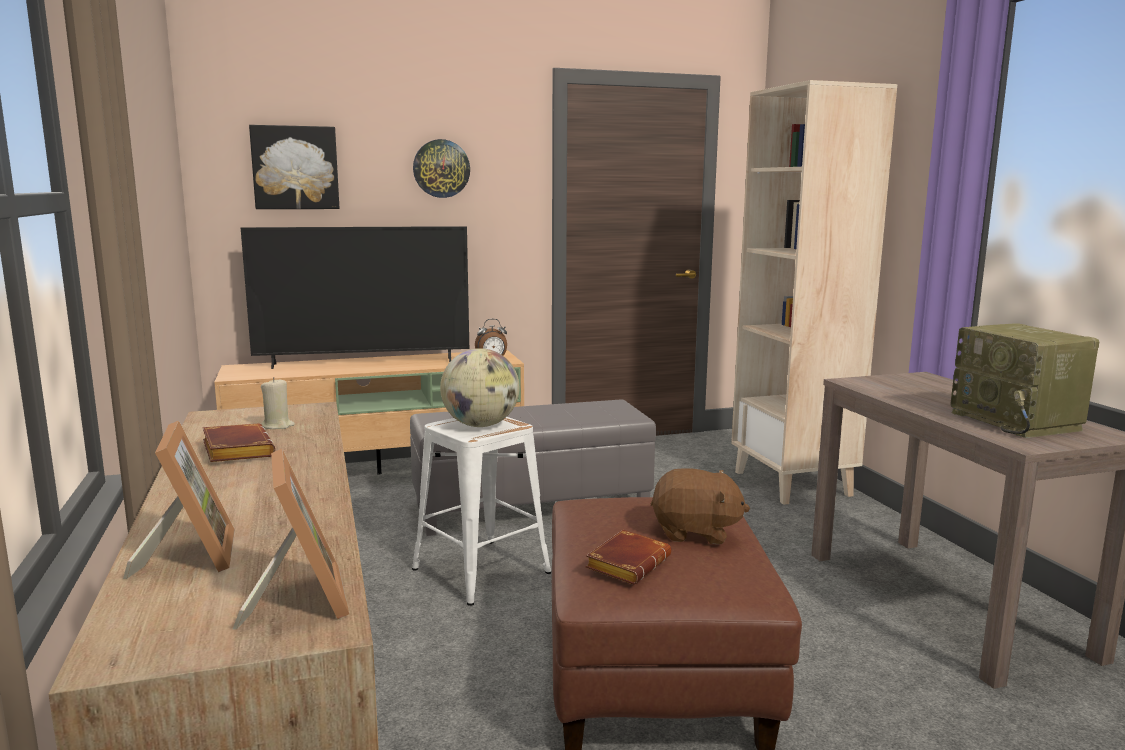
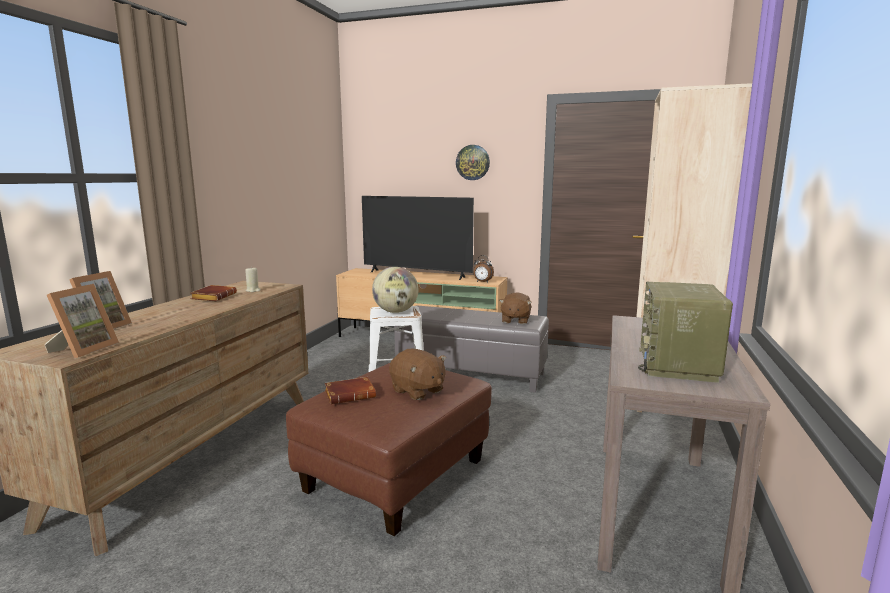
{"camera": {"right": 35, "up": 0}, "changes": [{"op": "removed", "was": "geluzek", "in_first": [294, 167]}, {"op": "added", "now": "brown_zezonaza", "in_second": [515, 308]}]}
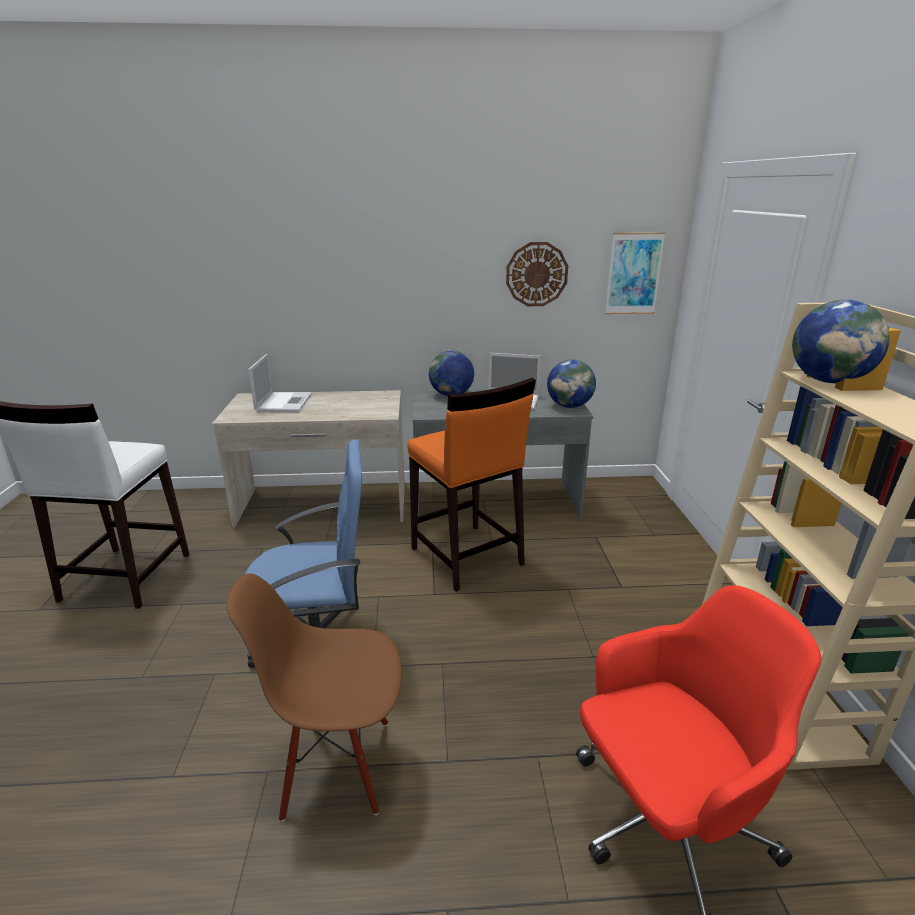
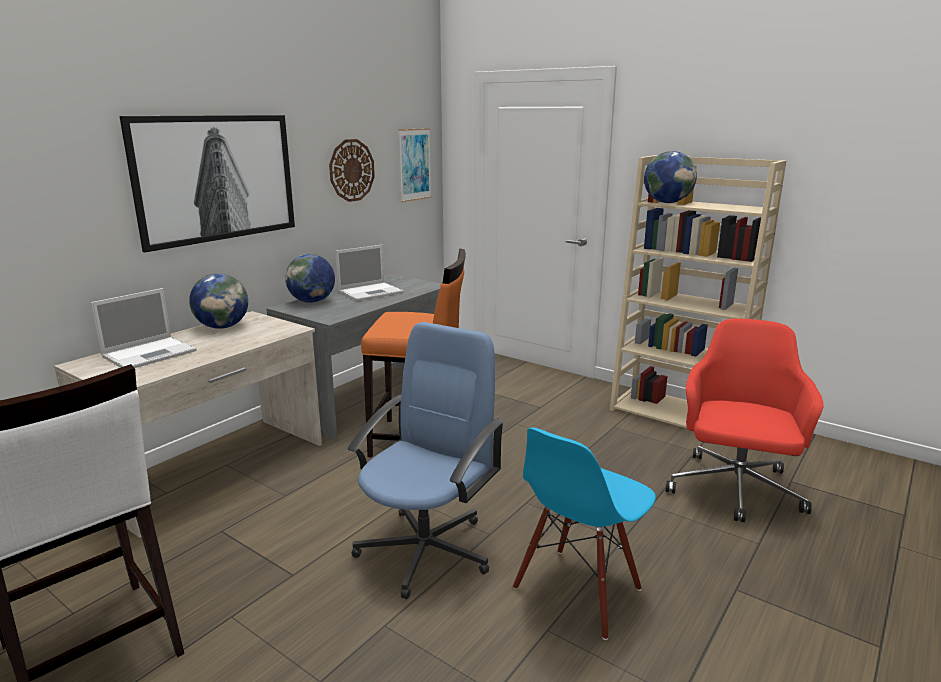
{"camera": {"right": -50, "up": -5}, "changes": [{"op": "added", "now": "geluzek", "in_second": [207, 183]}, {"op": "moved", "was": "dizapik", "in_first": [571, 384], "in_second": [218, 301]}, {"op": "recoloured", "was": "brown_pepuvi", "now": "blue_pepuvi", "in_first": [314, 697], "in_second": [584, 534]}, {"op": "turned", "was": "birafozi", "in_first": [280, 383], "in_second": [143, 328], "clockwise": 90}]}
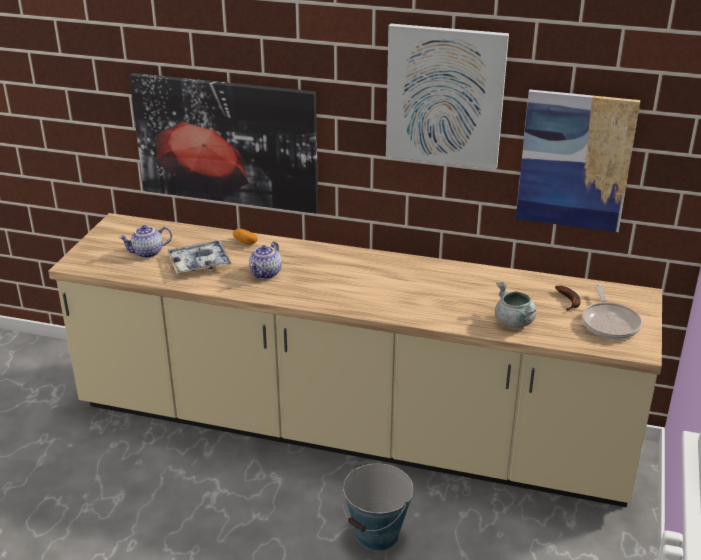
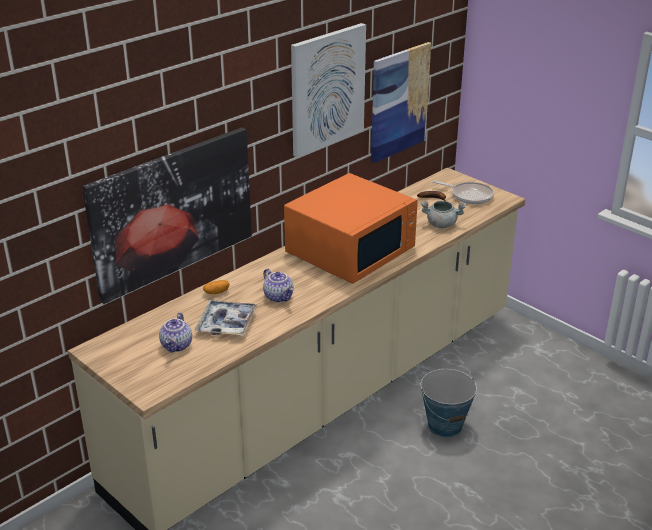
{"camera": {"right": -60, "up": 0}, "changes": [{"op": "added", "now": "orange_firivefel", "in_second": [351, 228]}]}
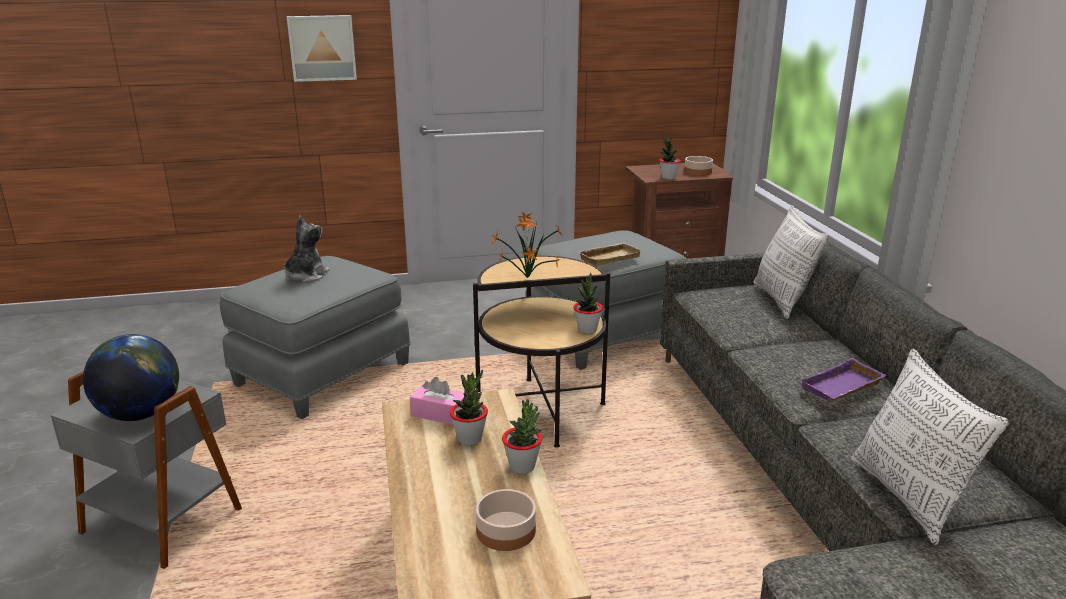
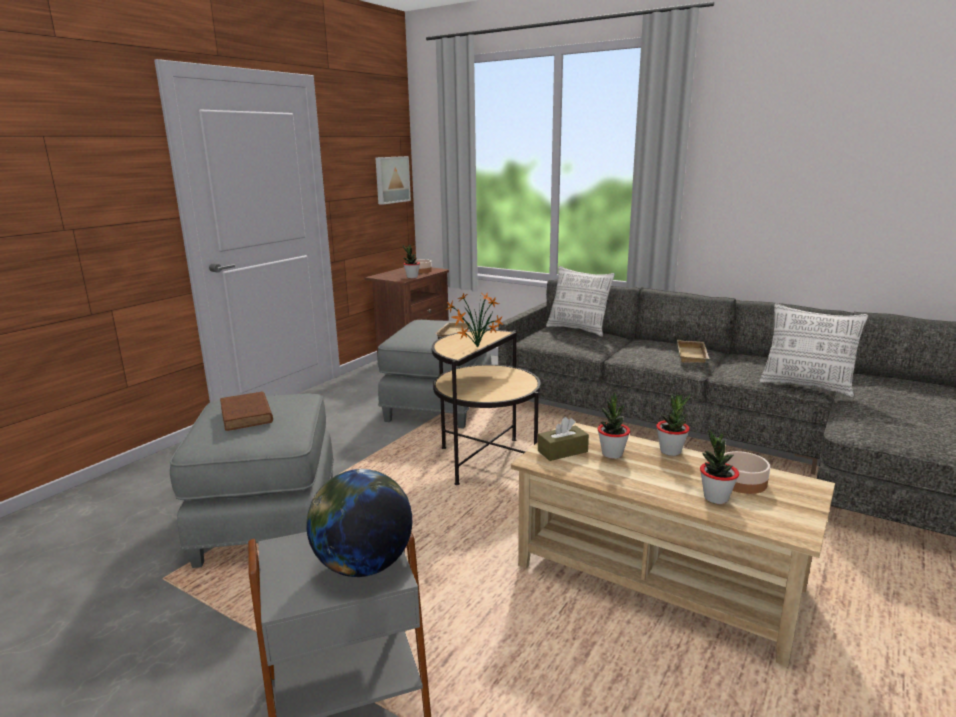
{"camera": {"right": -45, "up": -5}, "changes": [{"op": "moved", "was": "geluzek", "in_first": [322, 48], "in_second": [393, 180]}, {"op": "moved", "was": "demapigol", "in_first": [588, 303], "in_second": [719, 466]}, {"op": "replaced", "was": "zezonaza", "now": "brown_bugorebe", "in_first": [307, 249], "in_second": [246, 411]}, {"op": "recoloured", "was": "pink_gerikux", "now": "brown_gerikux", "in_first": [437, 401], "in_second": [563, 439]}, {"op": "recoloured", "was": "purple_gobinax", "now": "beige_gobinax", "in_first": [842, 380], "in_second": [693, 351]}]}
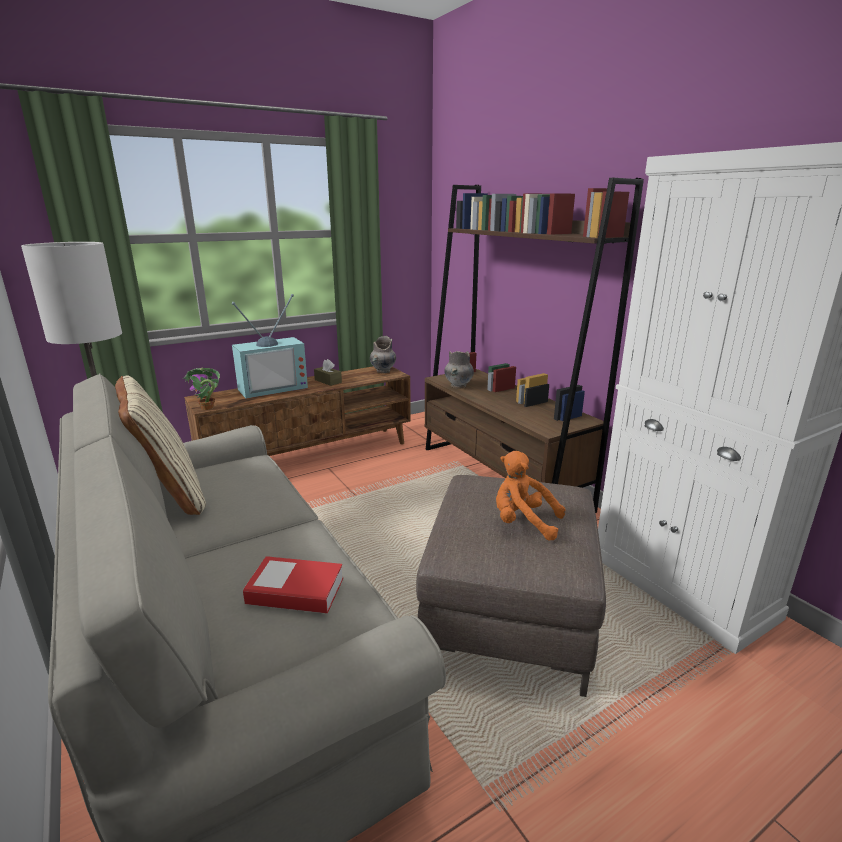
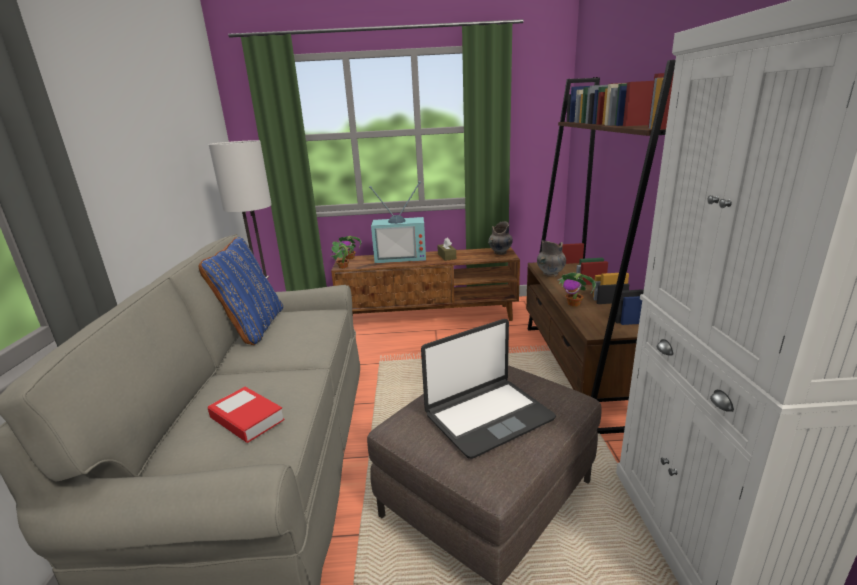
{"camera": {"right": 30, "up": 0}, "changes": [{"op": "added", "now": "demapigol", "in_second": [577, 290]}, {"op": "replaced", "was": "orange_zezonaza", "now": "birafozi", "in_first": [530, 496], "in_second": [488, 389]}, {"op": "recoloured", "was": "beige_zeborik", "now": "blue_zeborik", "in_first": [160, 445], "in_second": [240, 291]}]}
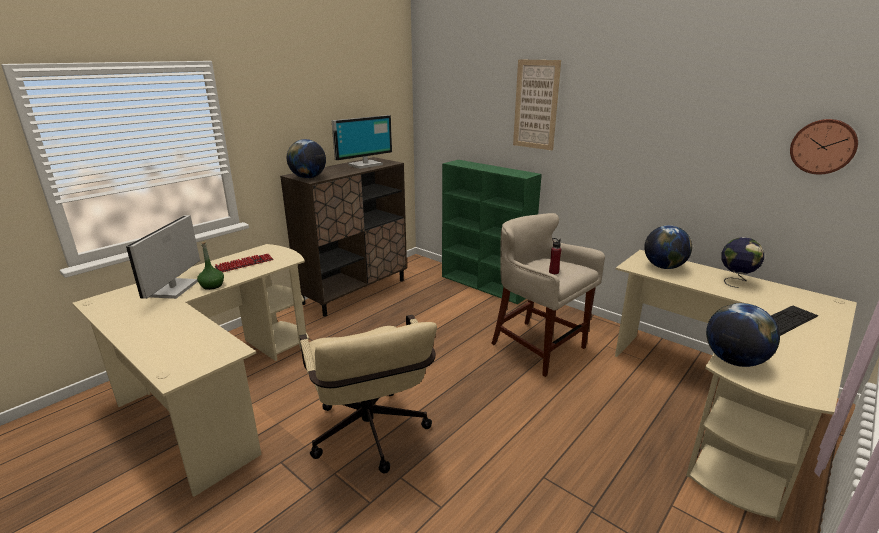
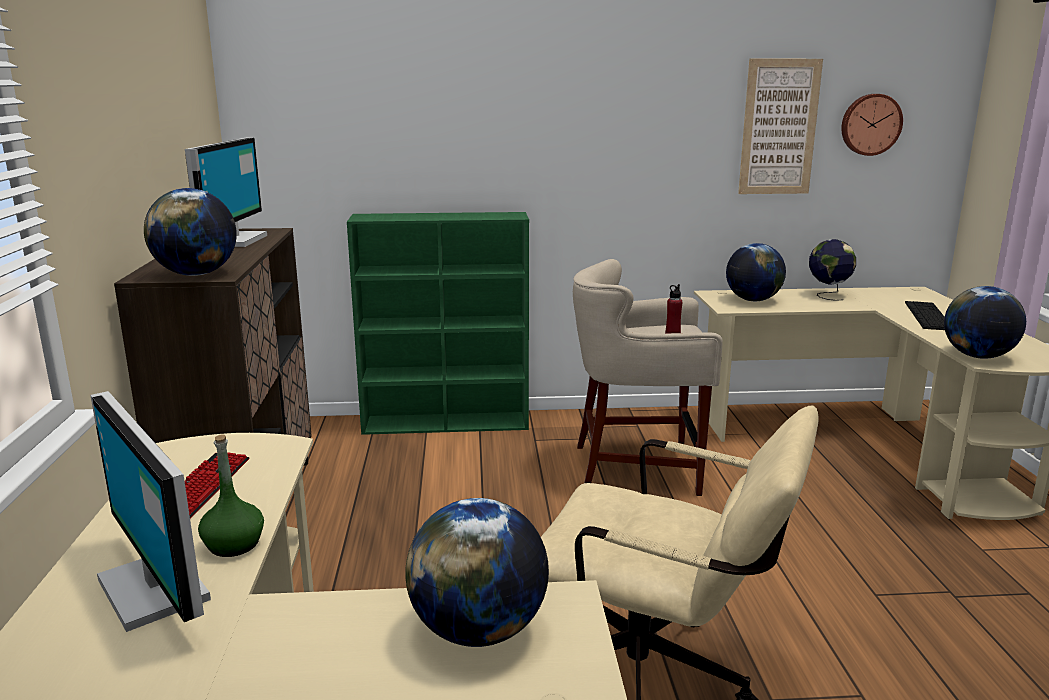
{"camera": {"right": -45, "up": -5}, "changes": [{"op": "added", "now": "dizapik", "in_second": [477, 572]}, {"op": "moved", "was": "geluzek", "in_first": [537, 105], "in_second": [780, 126]}]}
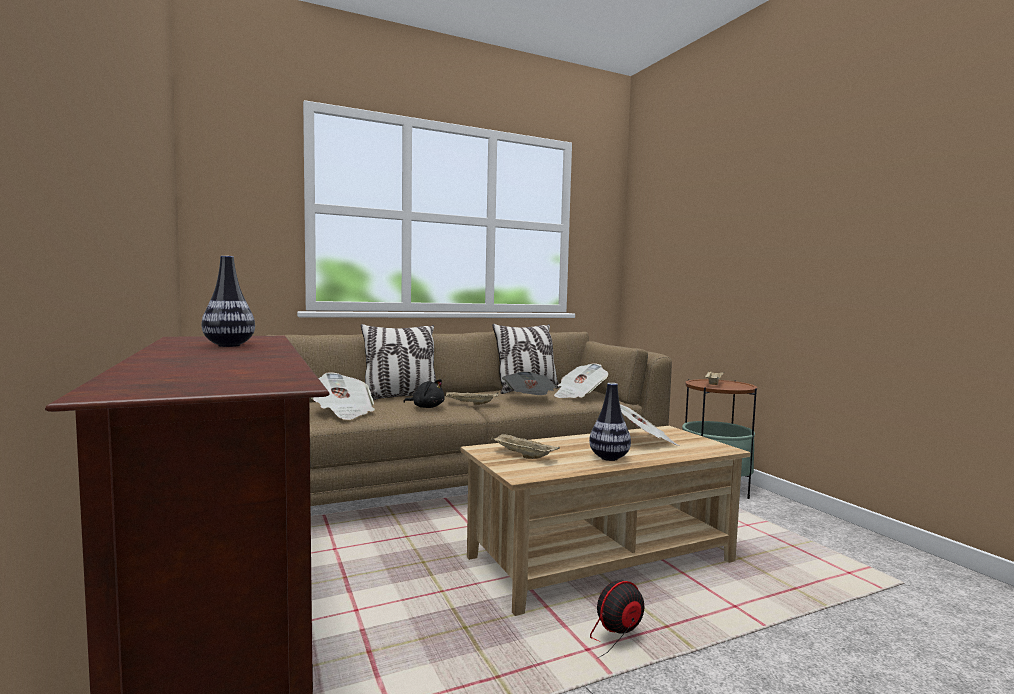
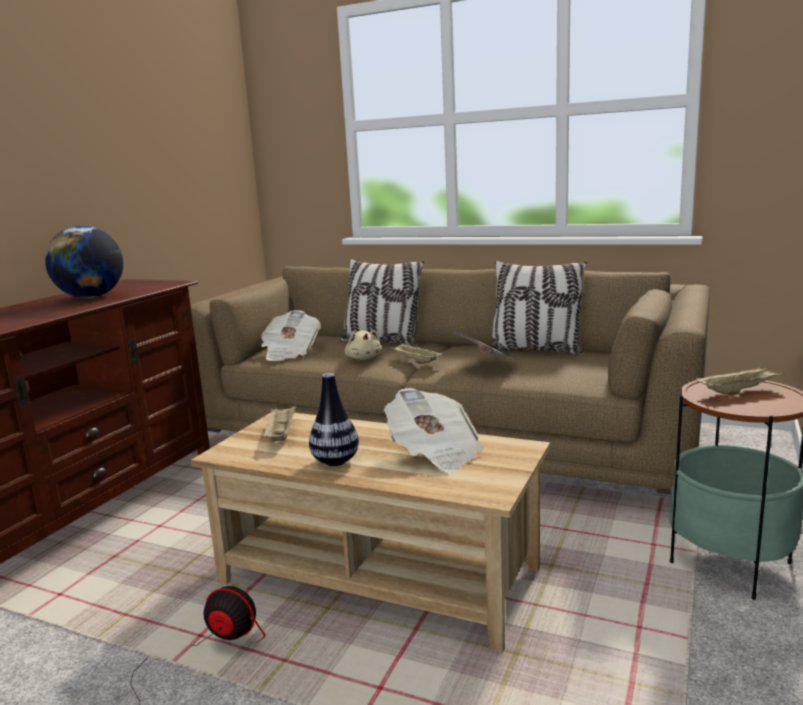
{"camera": {"right": 50, "up": 10}, "changes": [{"op": "removed", "was": "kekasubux", "in_first": [581, 380]}, {"op": "replaced", "was": "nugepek", "now": "dizapik", "in_first": [228, 301], "in_second": [84, 262]}, {"op": "recoloured", "was": "black_zezonaza", "now": "beige_zezonaza", "in_first": [424, 393], "in_second": [363, 345]}]}
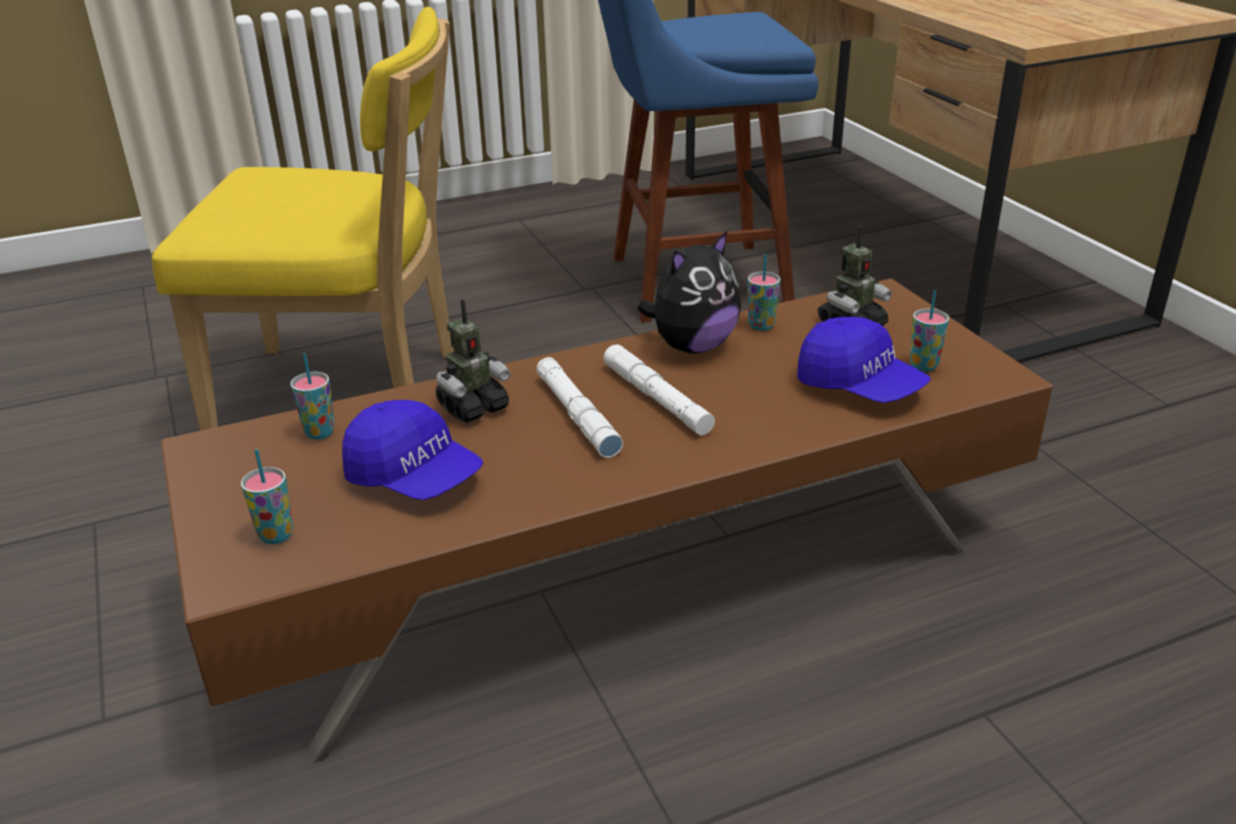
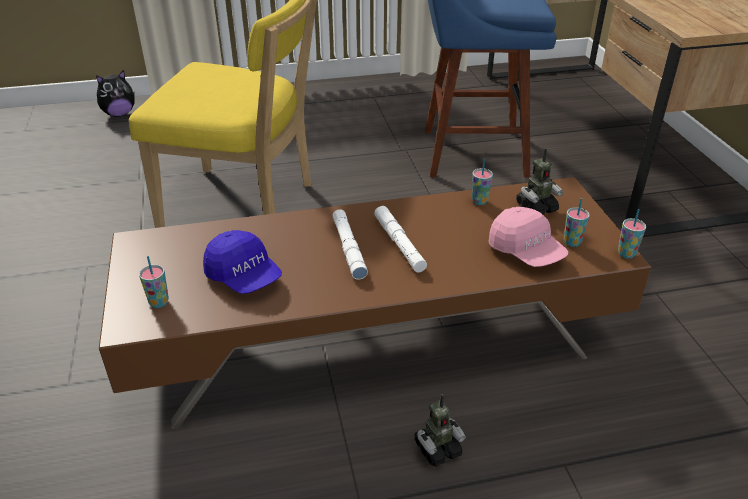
{"camera": {"right": 10, "up": 5}, "changes": [{"op": "moved", "was": "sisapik", "in_first": [312, 396], "in_second": [632, 234]}, {"op": "moved", "was": "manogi", "in_first": [473, 361], "in_second": [440, 430]}, {"op": "moved", "was": "zezonaza", "in_first": [689, 292], "in_second": [115, 93]}, {"op": "recoloured", "was": "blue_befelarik", "now": "pink_befelarik", "in_first": [864, 360], "in_second": [528, 237]}]}
